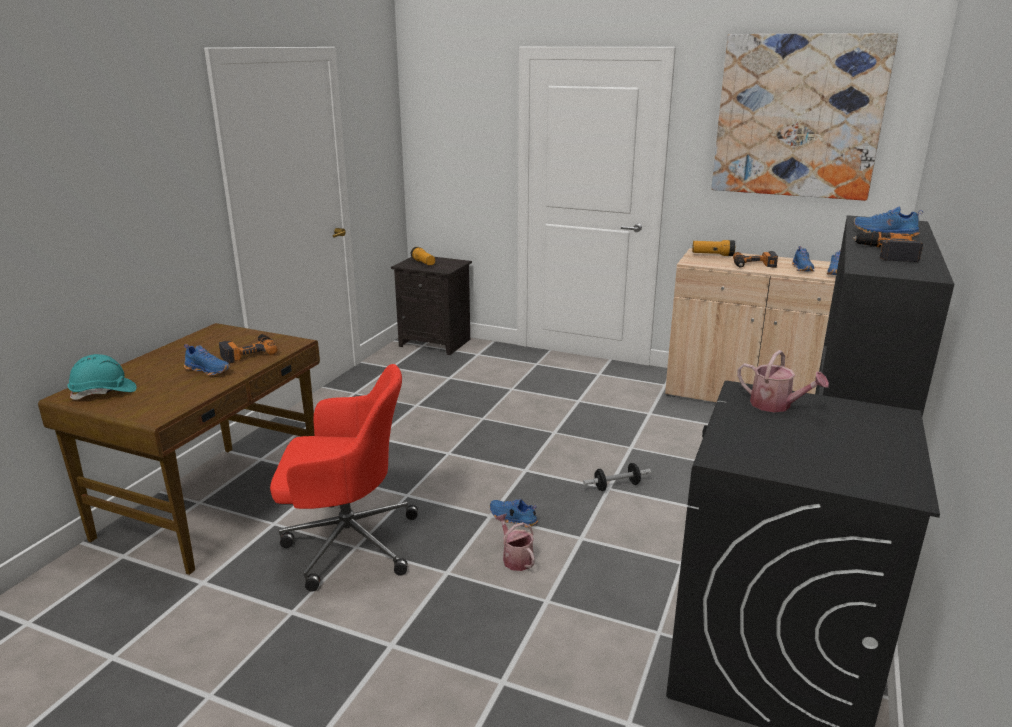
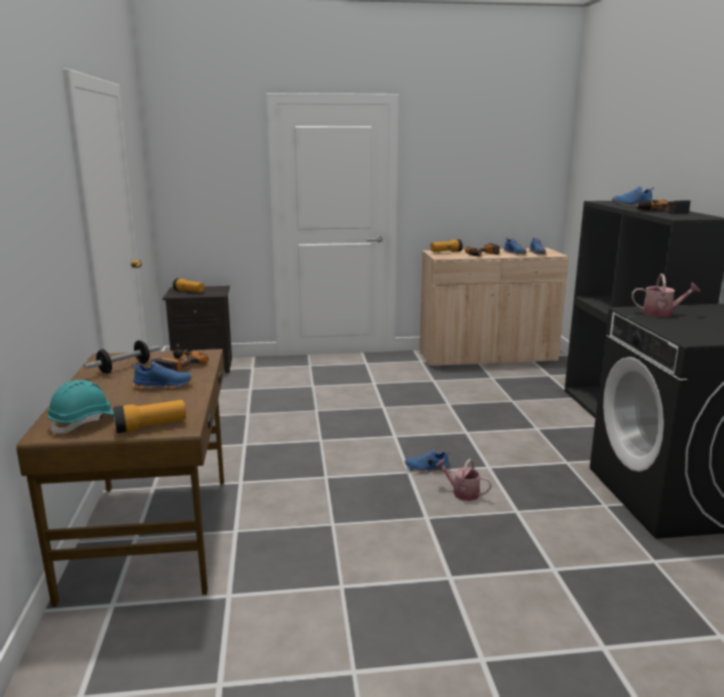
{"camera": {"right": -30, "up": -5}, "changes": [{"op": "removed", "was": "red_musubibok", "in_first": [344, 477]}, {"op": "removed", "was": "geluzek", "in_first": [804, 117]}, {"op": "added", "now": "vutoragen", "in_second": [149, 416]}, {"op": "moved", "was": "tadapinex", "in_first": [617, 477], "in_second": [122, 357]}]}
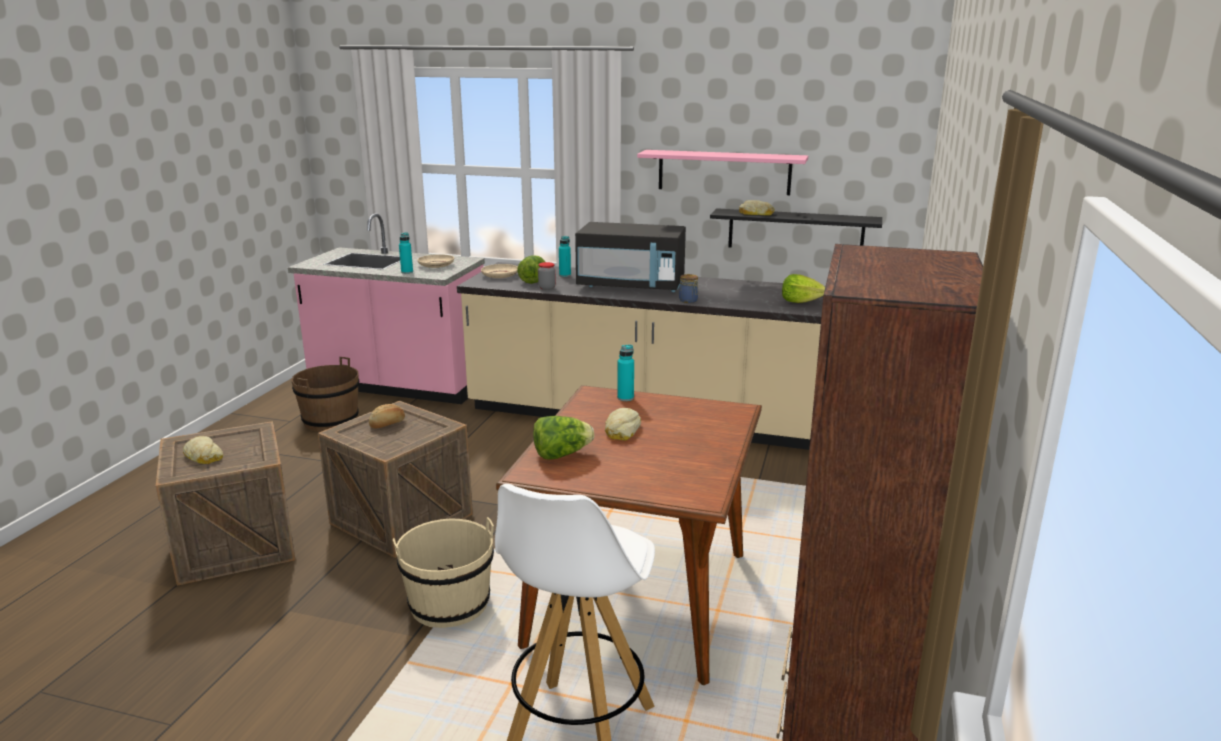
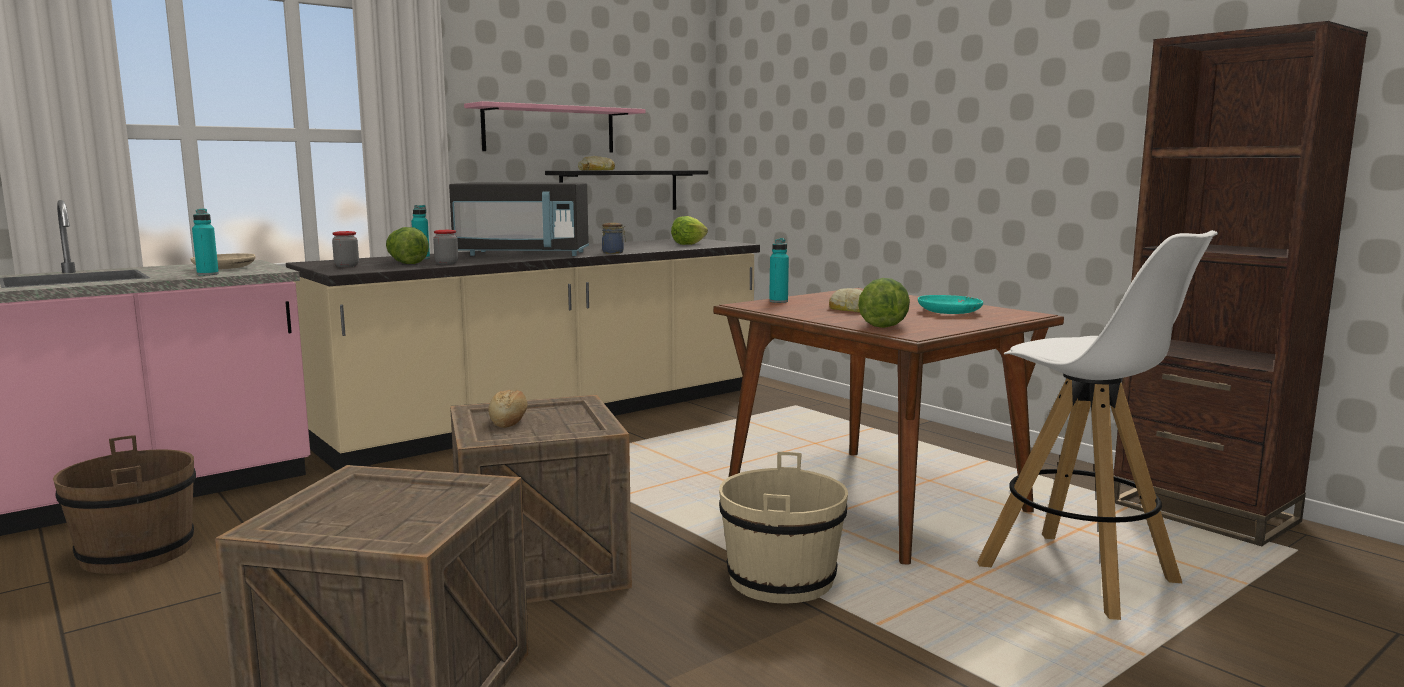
{"camera": {"right": -55, "up": -10}, "changes": [{"op": "removed", "was": "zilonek", "in_first": [203, 450]}, {"op": "added", "now": "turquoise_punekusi", "in_second": [950, 304]}, {"op": "replaced", "was": "beige_punekusi", "now": "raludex", "in_first": [499, 271], "in_second": [345, 249]}, {"op": "turned", "was": "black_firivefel", "in_first": [630, 257], "in_second": [519, 219], "clockwise": 45}]}
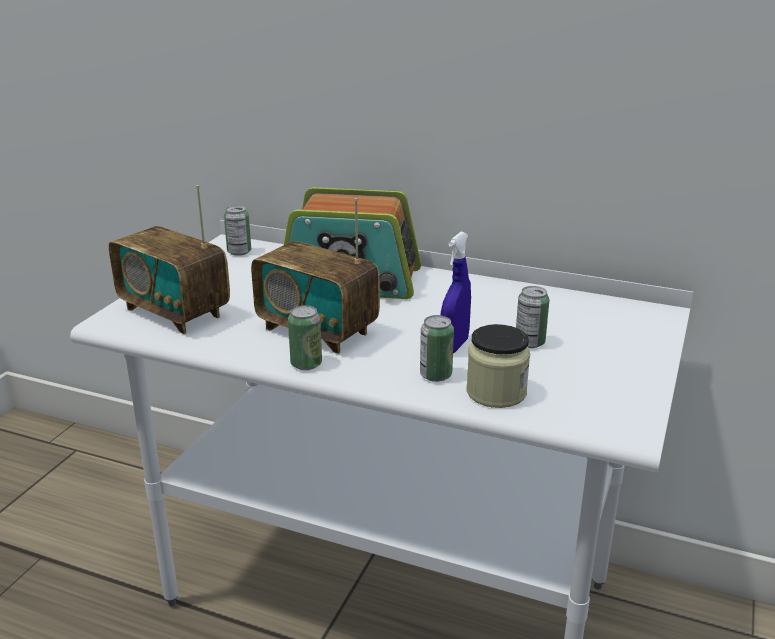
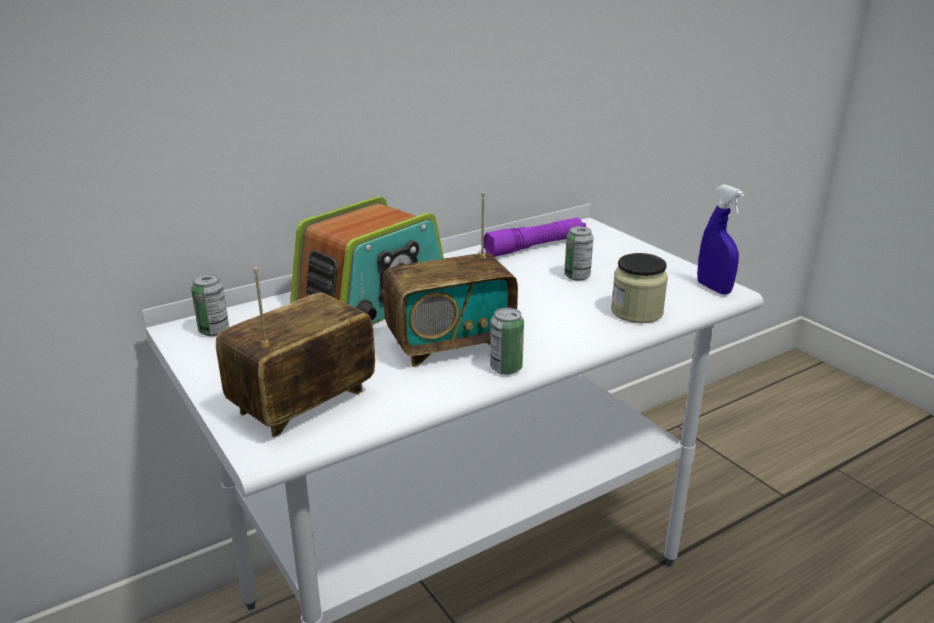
{"camera": {"right": -55, "up": 0}, "changes": [{"op": "removed", "was": "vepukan", "in_first": [437, 348]}, {"op": "added", "now": "purple_vutoragen", "in_second": [535, 237]}, {"op": "moved", "was": "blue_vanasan", "in_first": [456, 292], "in_second": [720, 239]}, {"op": "turned", "was": "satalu", "in_first": [169, 259], "in_second": [295, 352], "clockwise": 150}]}
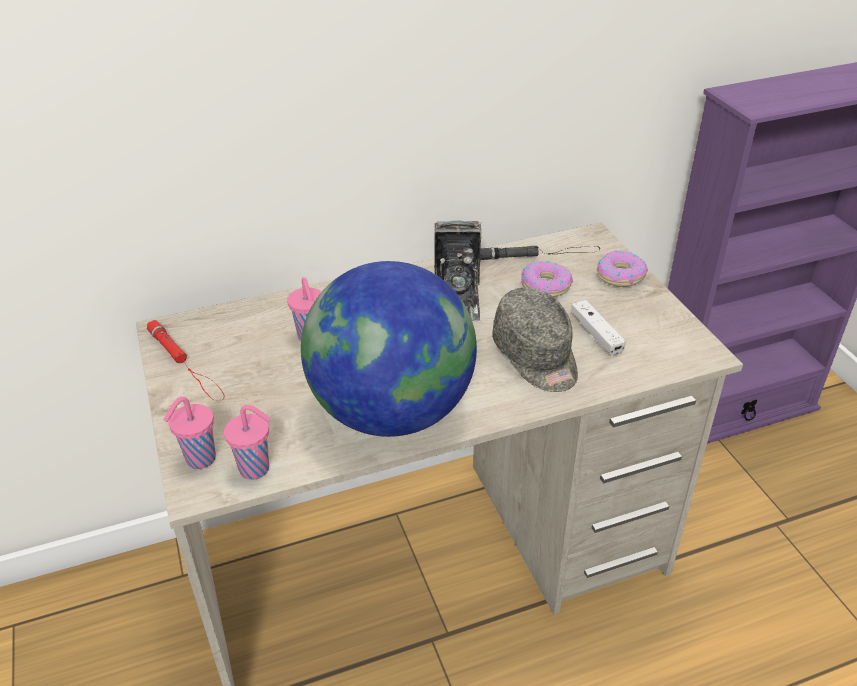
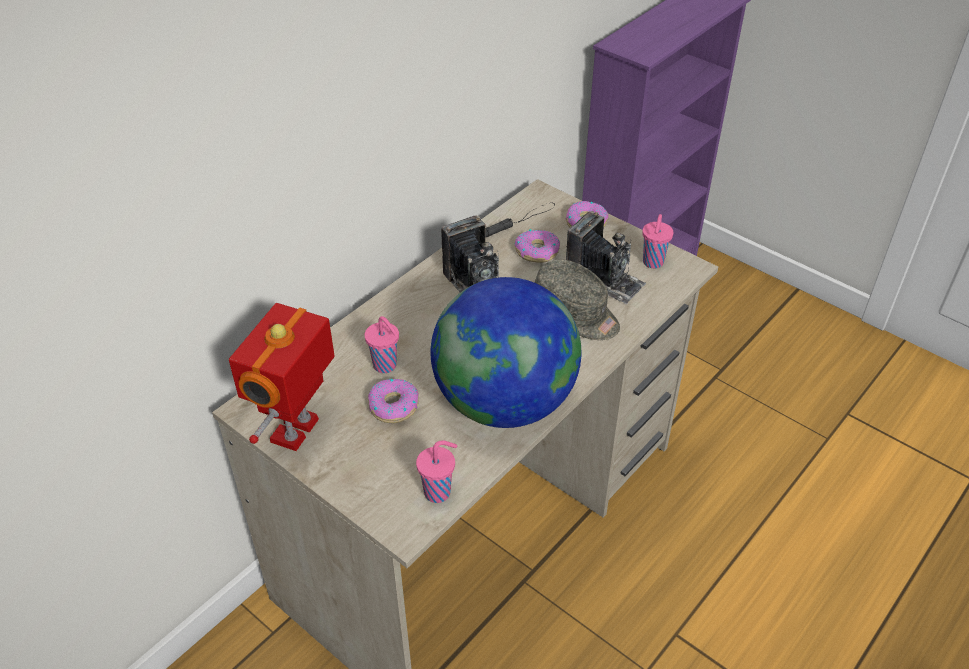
{"camera": {"right": -30, "up": 5}, "changes": [{"op": "added", "now": "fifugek", "in_second": [393, 401]}, {"op": "moved", "was": "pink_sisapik", "in_first": [190, 432], "in_second": [658, 241]}, {"op": "replaced", "was": "red_vutoragen", "now": "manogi", "in_first": [186, 360], "in_second": [282, 377]}, {"op": "replaced", "was": "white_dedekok", "now": "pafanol", "in_first": [598, 328], "in_second": [606, 257]}]}
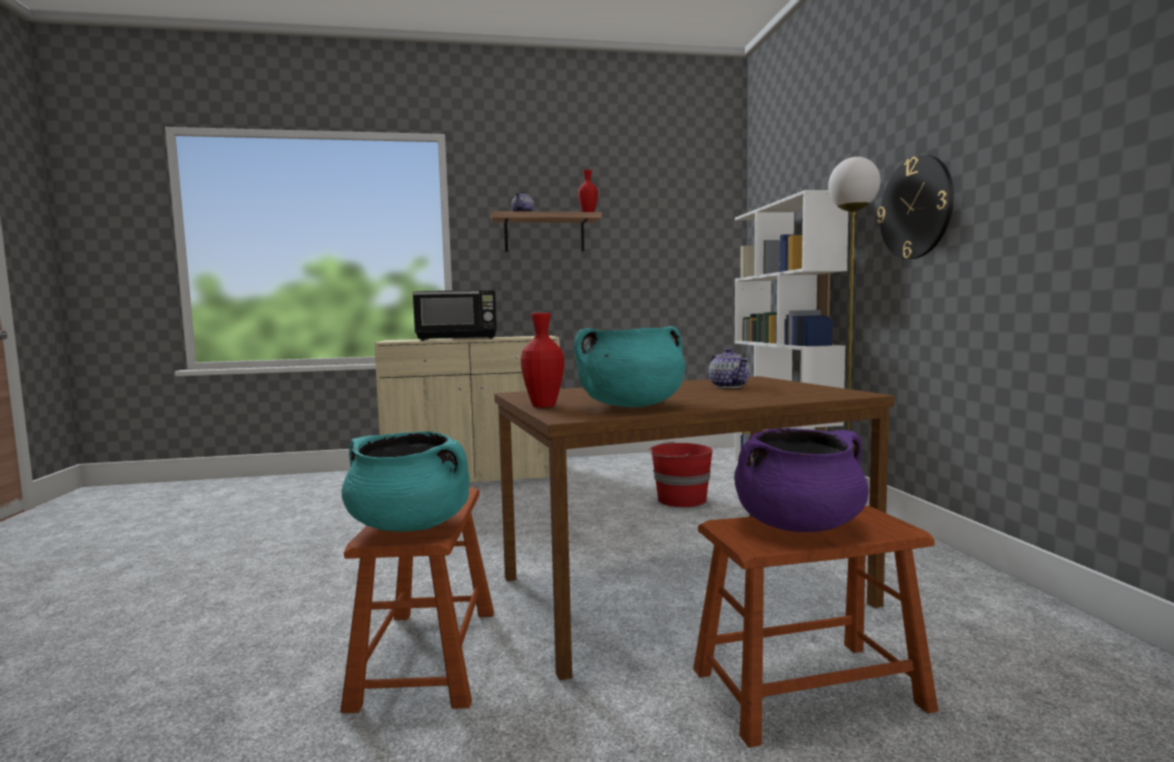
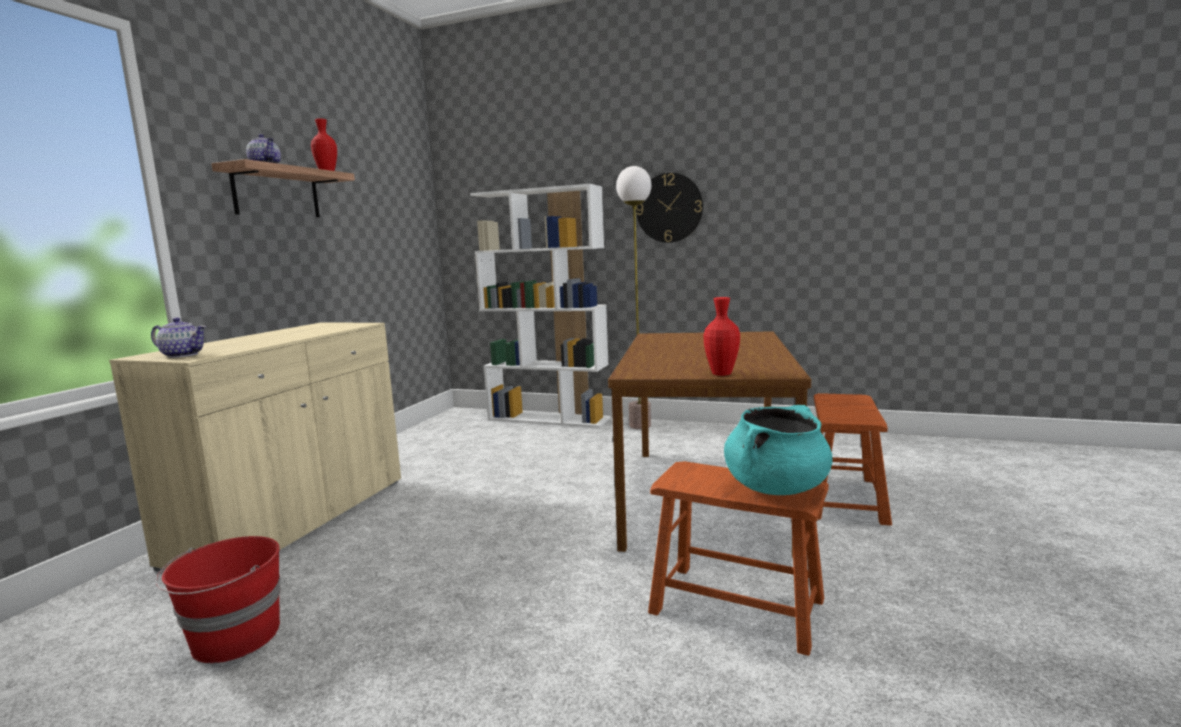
{"camera": {"right": -60, "up": 5}, "changes": [{"op": "removed", "was": "black_firivefel", "in_first": [454, 315]}, {"op": "removed", "was": "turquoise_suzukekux", "in_first": [630, 366]}, {"op": "removed", "was": "purple_suzukekux", "in_first": [801, 480]}, {"op": "moved", "was": "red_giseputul", "in_first": [680, 474], "in_second": [218, 599]}, {"op": "moved", "was": "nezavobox", "in_first": [729, 368], "in_second": [178, 337]}]}
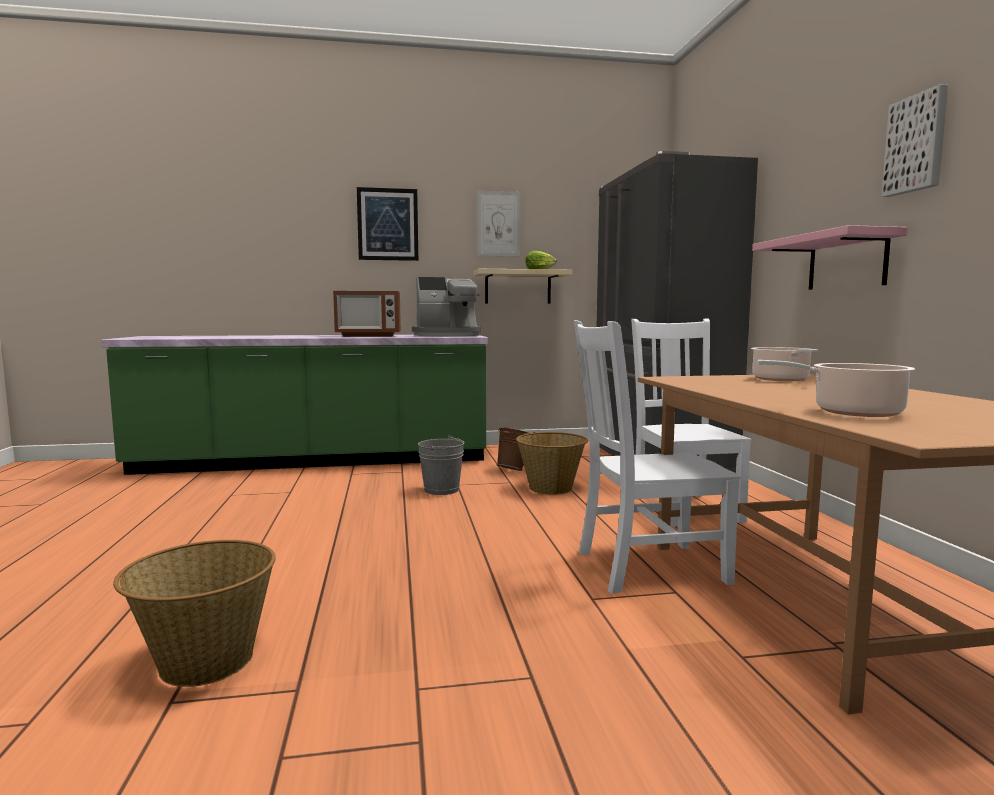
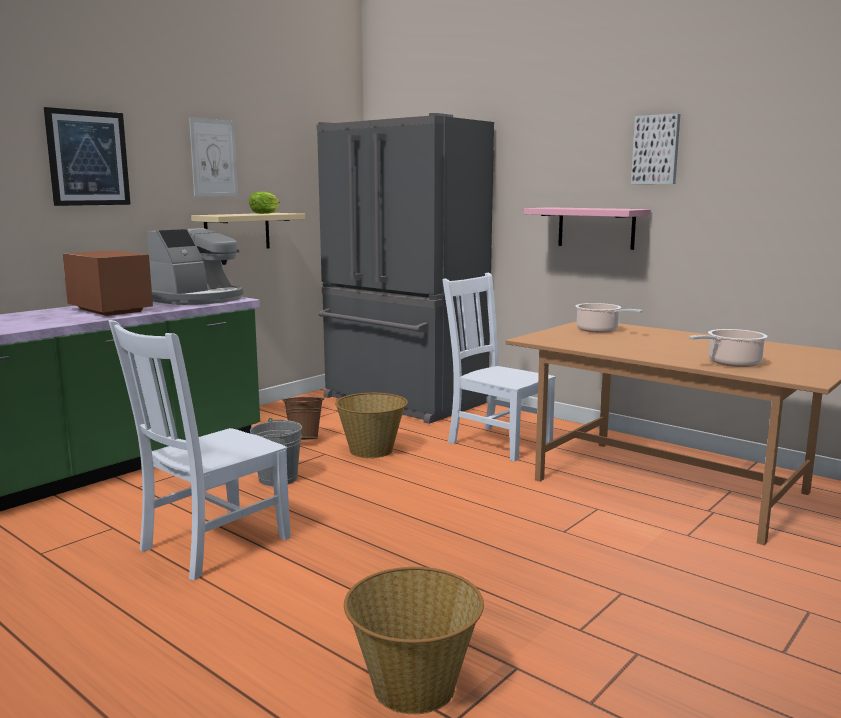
{"camera": {"right": -40, "up": 5}, "changes": [{"op": "moved", "was": "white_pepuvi", "in_first": [657, 457], "in_second": [200, 450]}, {"op": "turned", "was": "firivefel", "in_first": [367, 314], "in_second": [107, 283], "clockwise": -90}]}
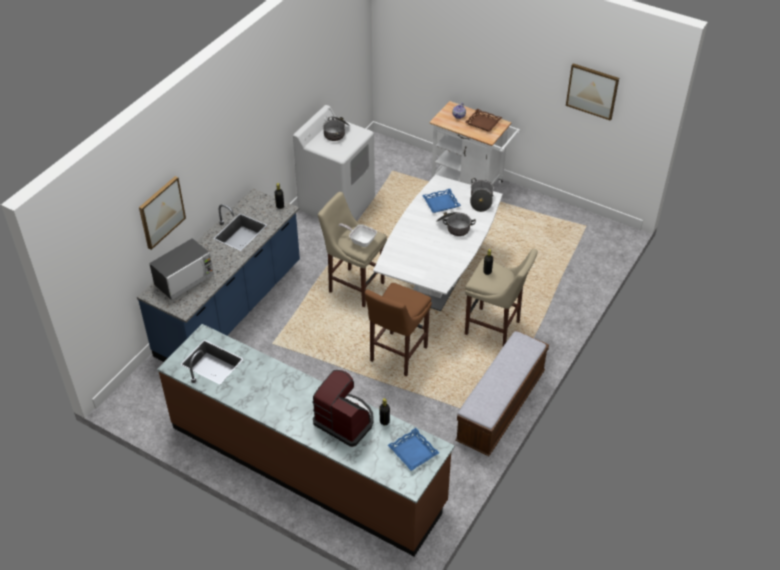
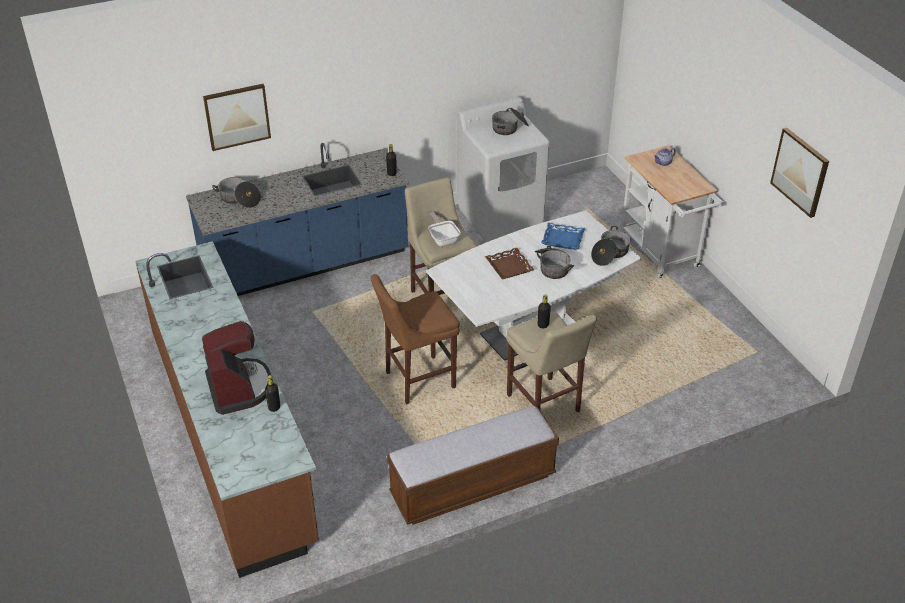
{"camera": {"right": 35, "up": -5}, "changes": [{"op": "removed", "was": "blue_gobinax", "in_first": [413, 449]}, {"op": "moved", "was": "brown_gobinax", "in_first": [483, 120], "in_second": [509, 263]}, {"op": "replaced", "was": "firivefel", "now": "suzukekux", "in_first": [181, 269], "in_second": [236, 192]}]}
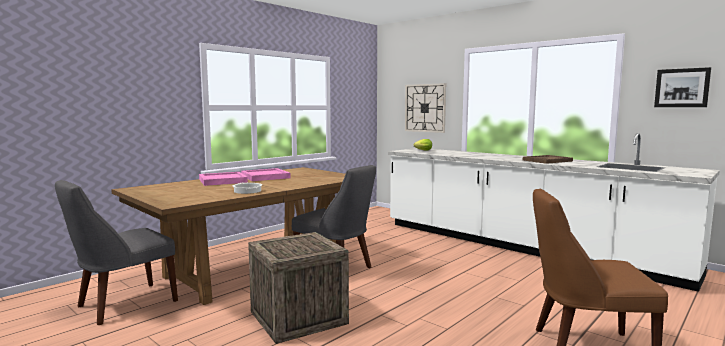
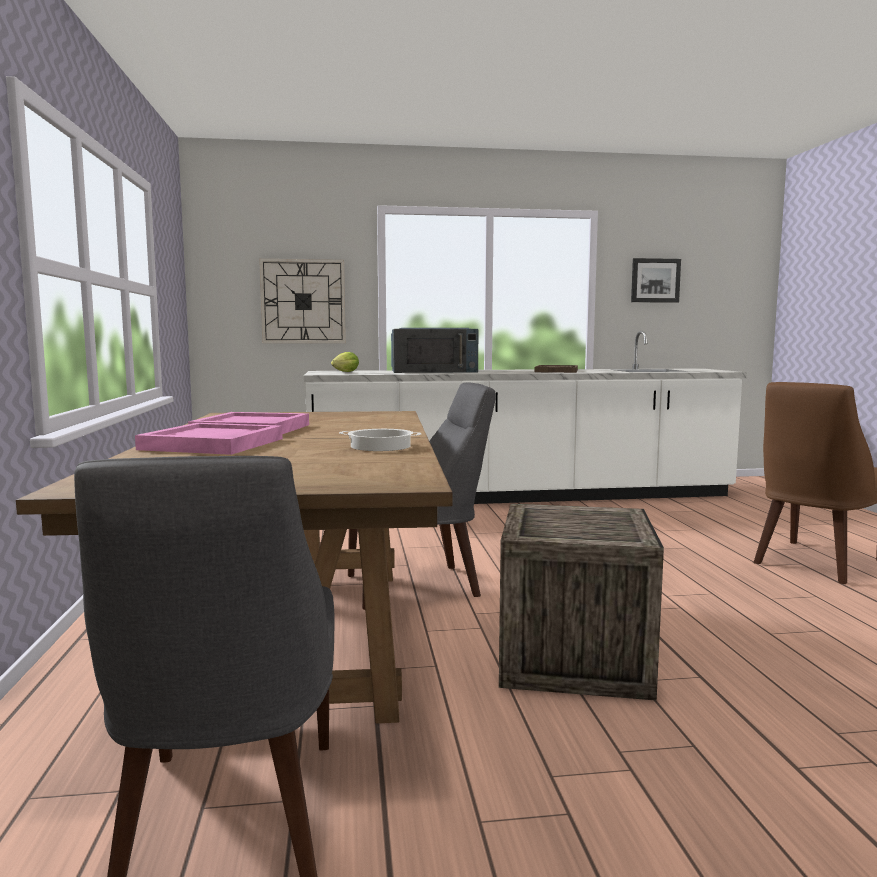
{"camera": {"right": -50, "up": 0}, "changes": [{"op": "added", "now": "blue_firivefel", "in_second": [434, 350]}]}
